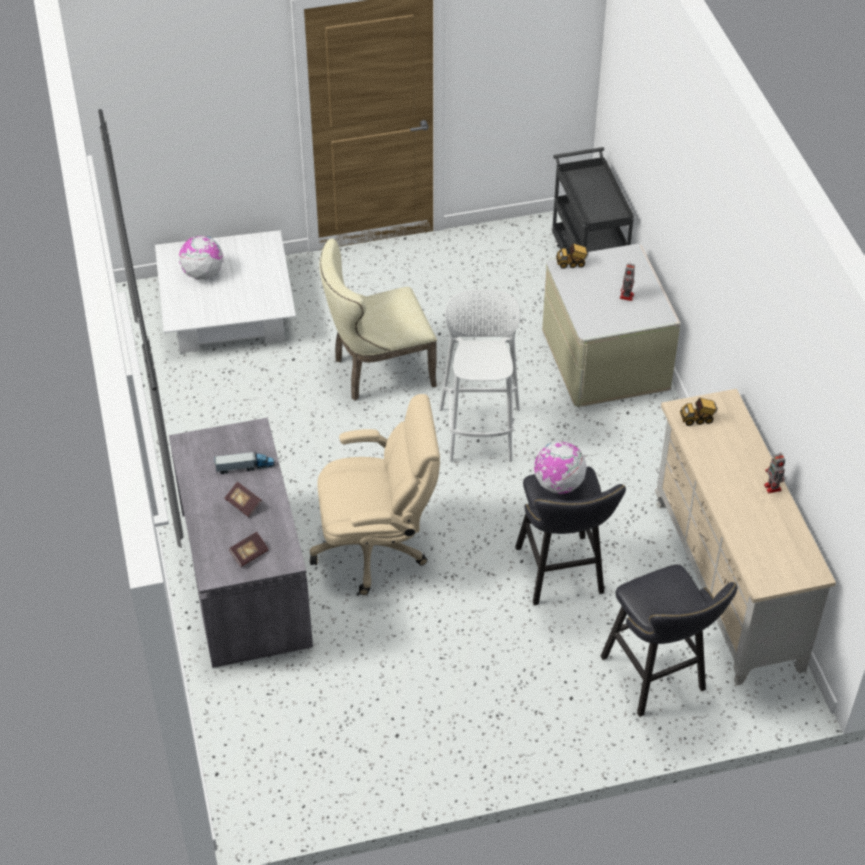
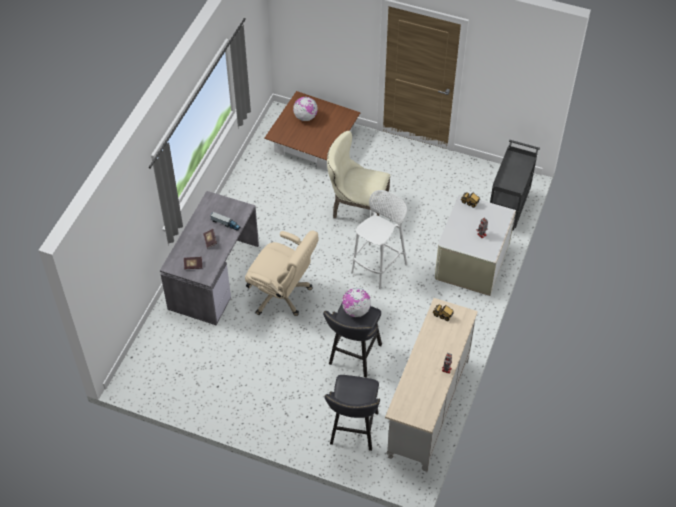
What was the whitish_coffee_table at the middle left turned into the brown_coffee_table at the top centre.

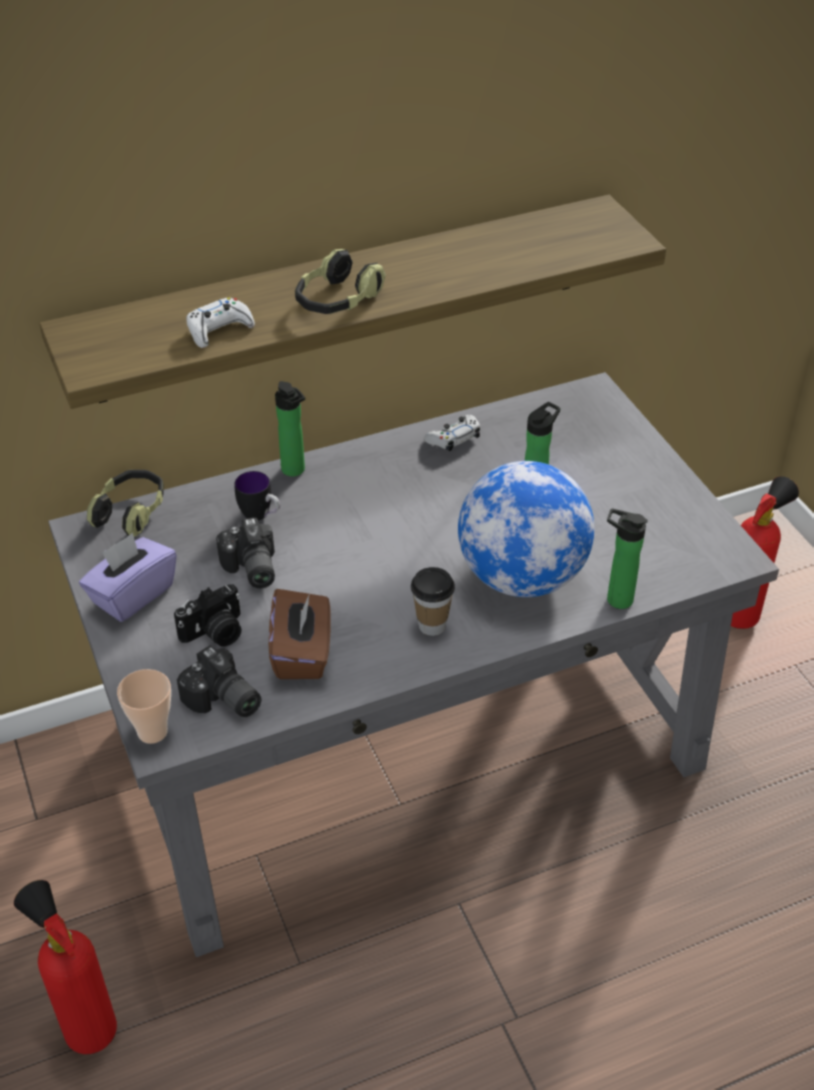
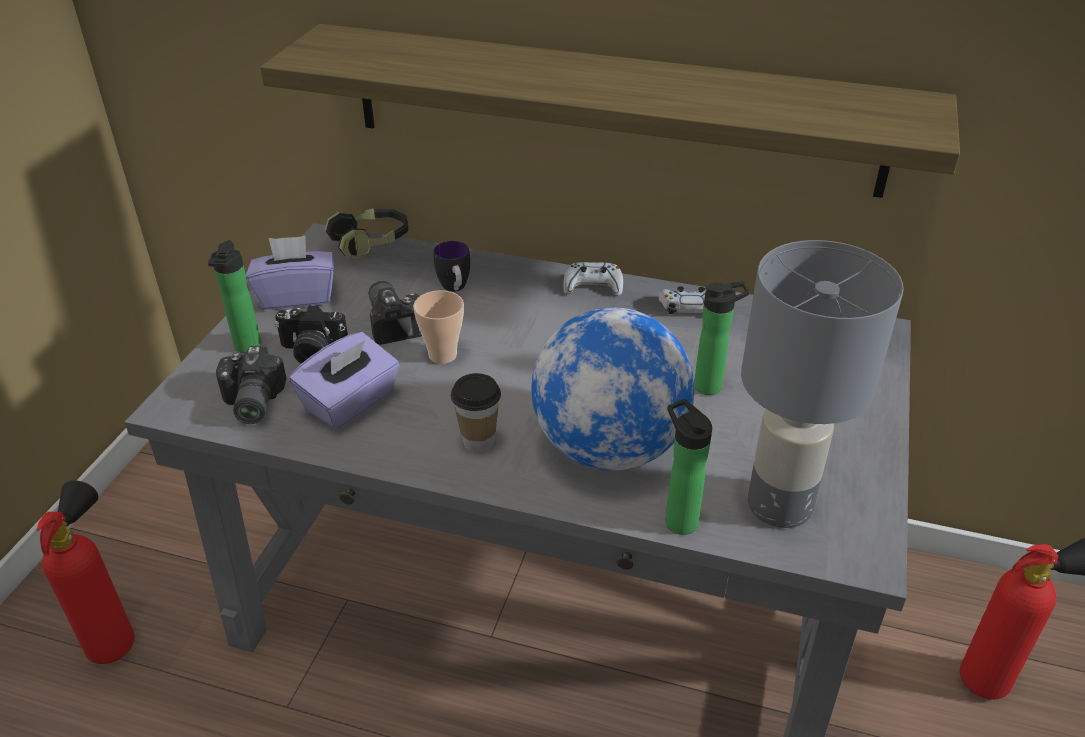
The cup (no. 1 from left) ended up elsewhere, having gone from the middle left to the centre. The whitish_gamepad (no. 1 from left) ended up elsewhere, having gone from the top left to the centre. The still_camera (no. 3 from left) at the middle left ended up facing another way, 135 degrees clockwise from before. What was the brown_tissue_box at the centre turned into the purple-coloured_tissue_box (no. 2 from left) at the middle left. The bottle (no. 1 from left) ended up elsewhere, having gone from the centre to the middle left. The second view lost the headset (no. 2 from left) at the top centre. The second view gained the grey_tabletop_lamp at the middle right.

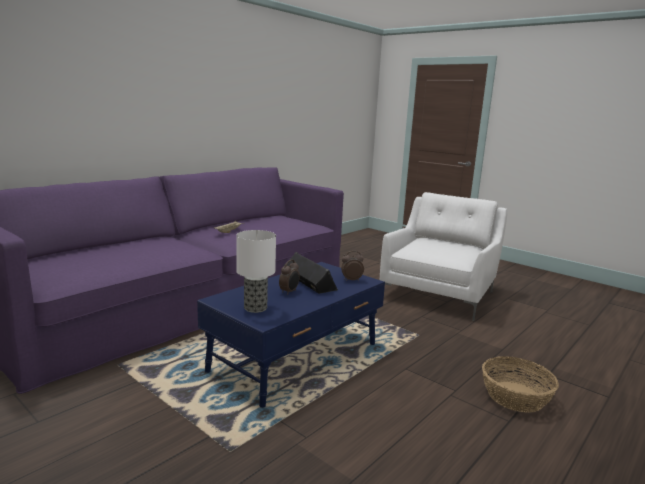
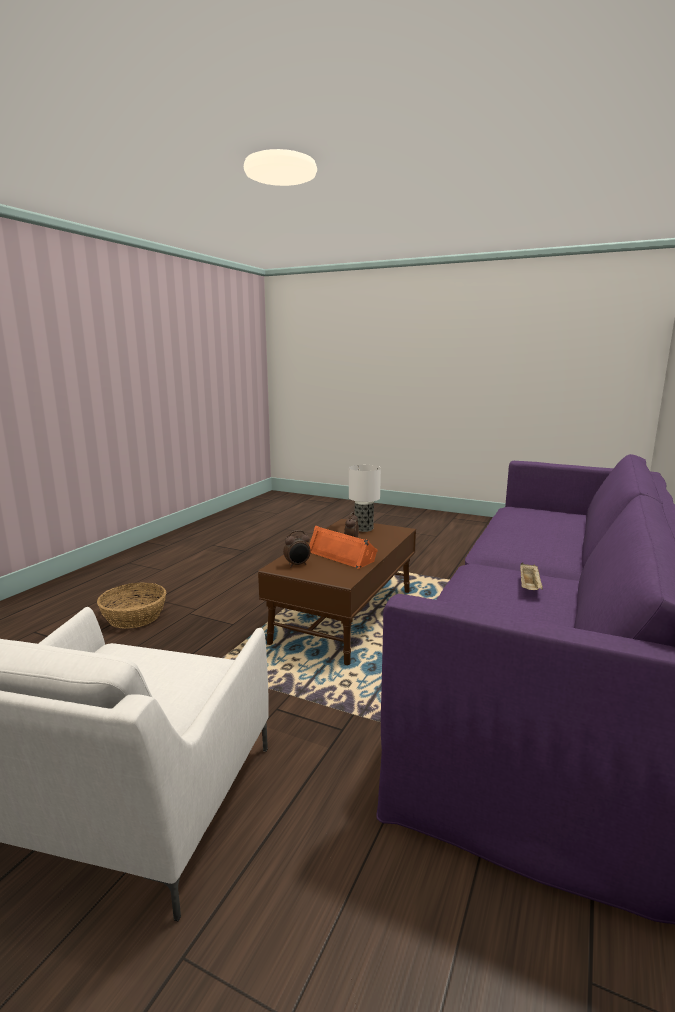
What was the blue-coloured_coffee_table at the bottom centre turned into the brown_coffee_table at the centre. What was the blackish_speaker at the centre turned into the orange_speaker at the centre.

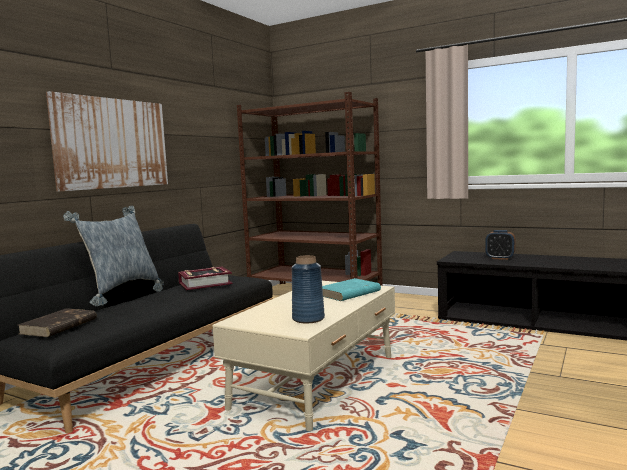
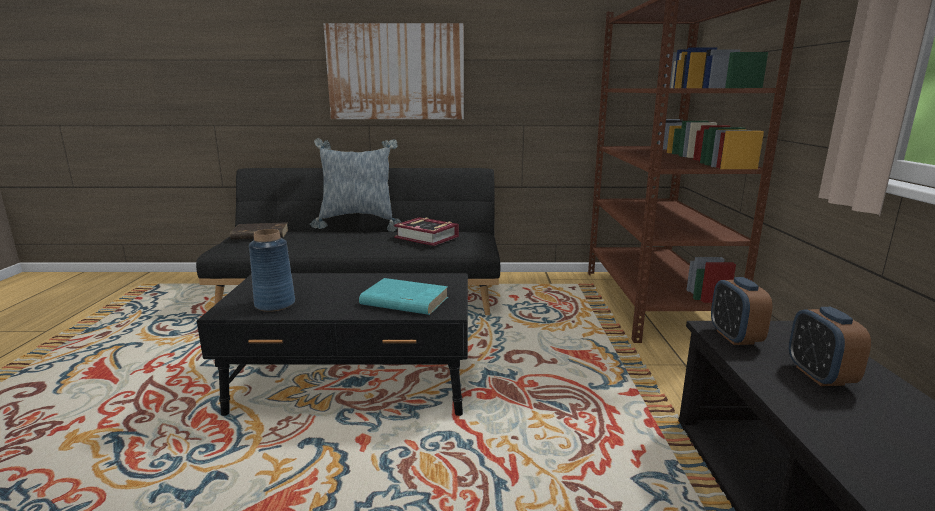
What was the sand-coloured_coffee_table at the bottom centre turned into the blackish_coffee_table at the bottom centre. The second view gained the bedside_clock (no. 1 from left) at the middle right.

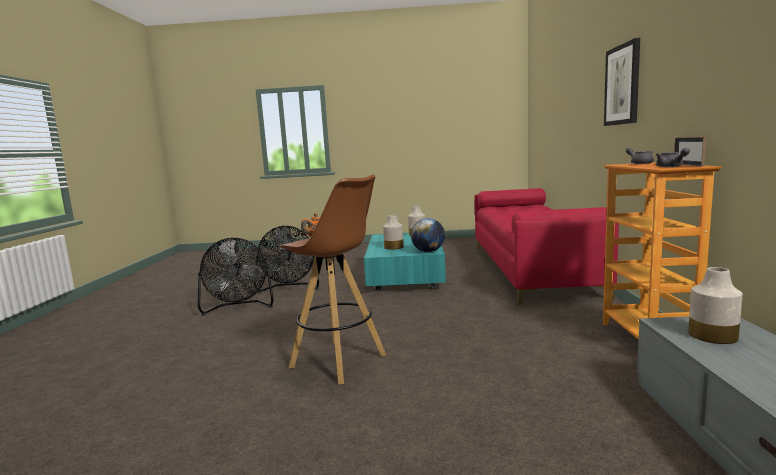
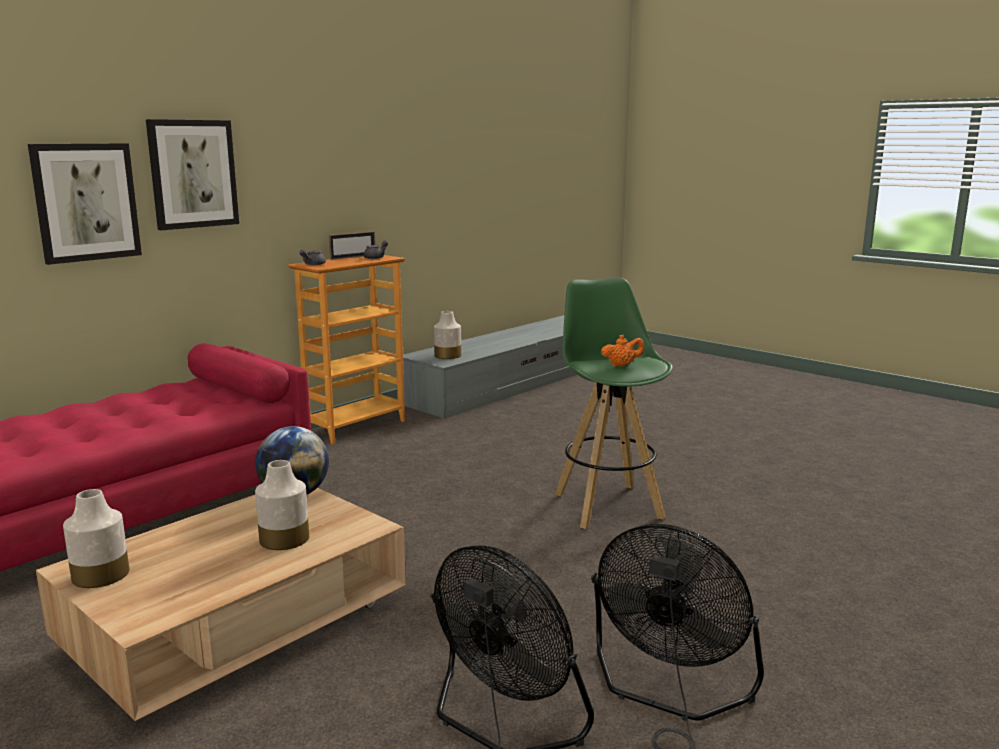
What was the brown_stool at the centre turned into the green-coloured_stool at the centre. What was the turquoise_coffee_table at the centre turned into the brown_coffee_table at the bottom left. The second view gained the wall_picture (no. 1 from left) at the top left.

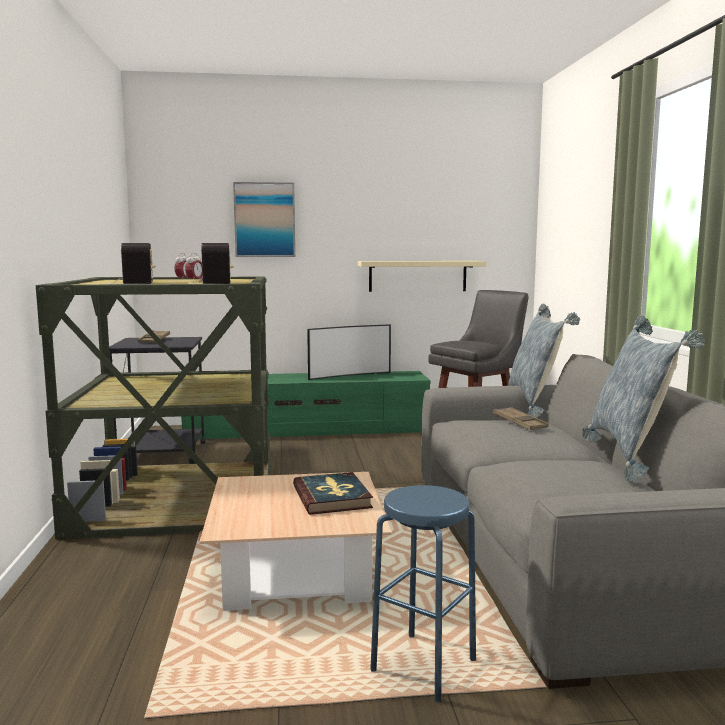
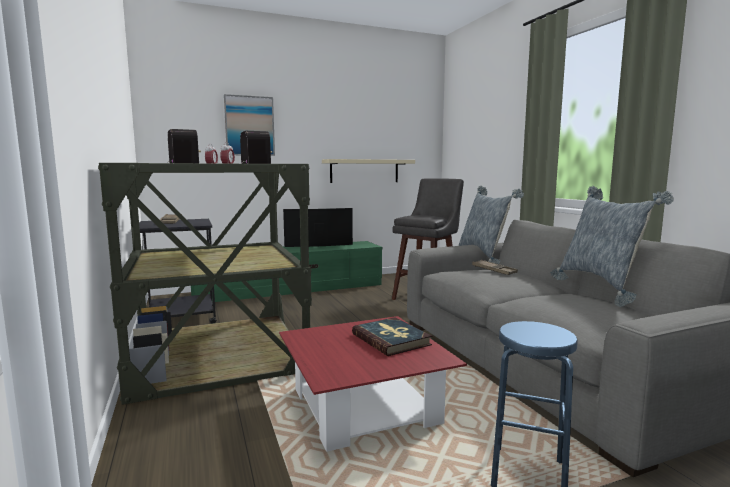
What was the sand-coloured_coffee_table at the bottom centre turned into the reddish_coffee_table at the bottom centre. The TV_set at the centre ended up facing another way, 150 degrees counterclockwise from before.

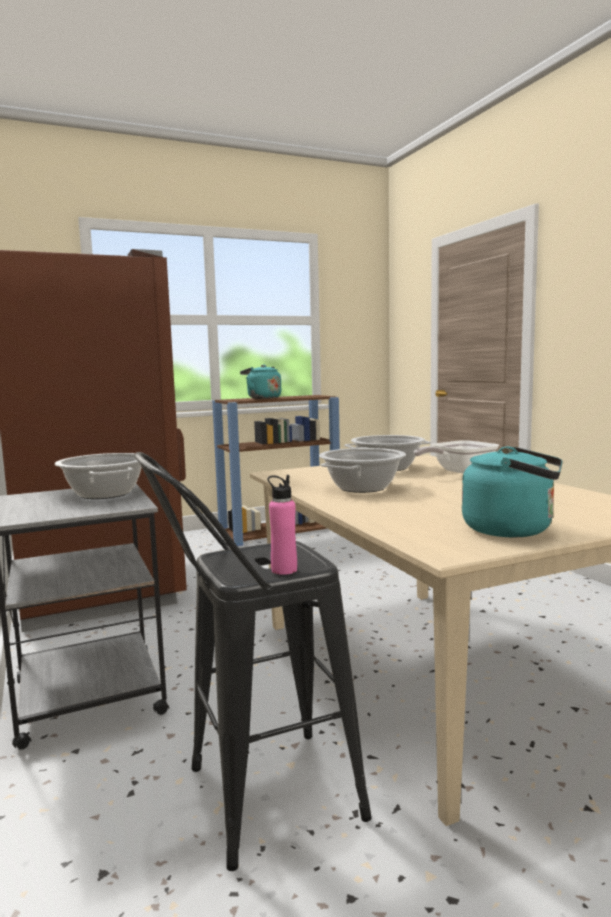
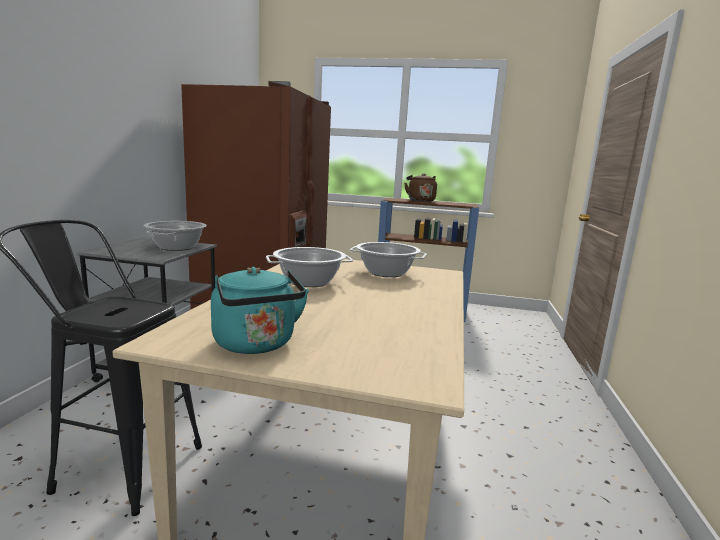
What was the turquoise_tea_kettle (no. 1 from left) at the centre turned into the brown_tea_kettle at the centre. The second view lost the pink_bottle at the centre. The second view lost the skillet at the middle right.

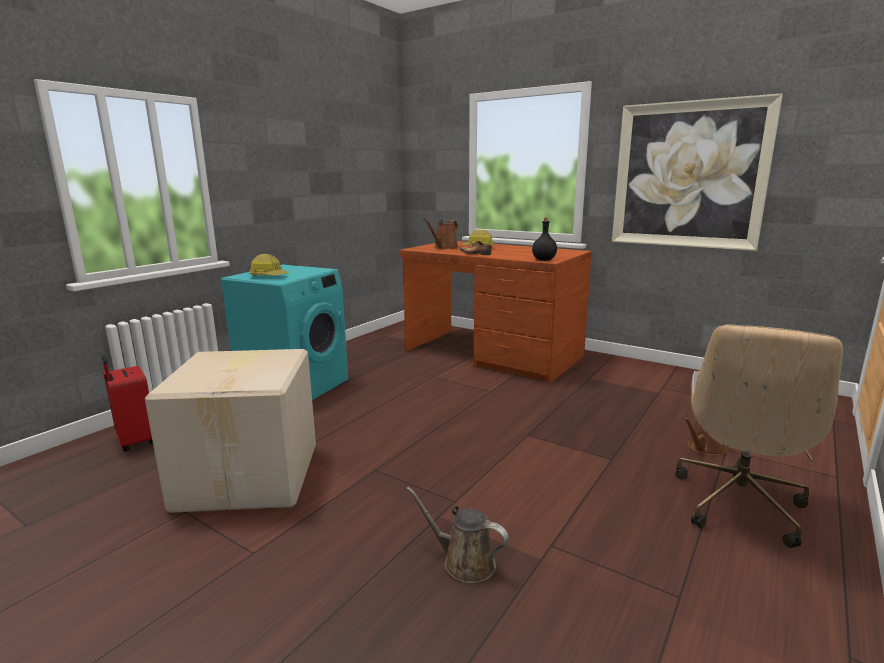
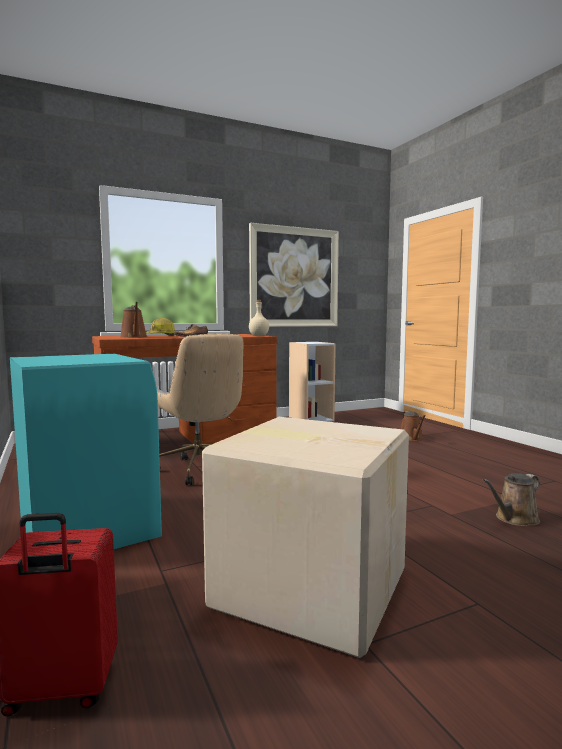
The second view lost the work_helmet (no. 1 from left) at the middle left. What was the blackish_bottle at the centre turned into the sand-coloured_bottle at the centre. The grey_desk_chair ended up elsewhere, having gone from the middle right to the centre. The second view gained the bookcase at the centre.

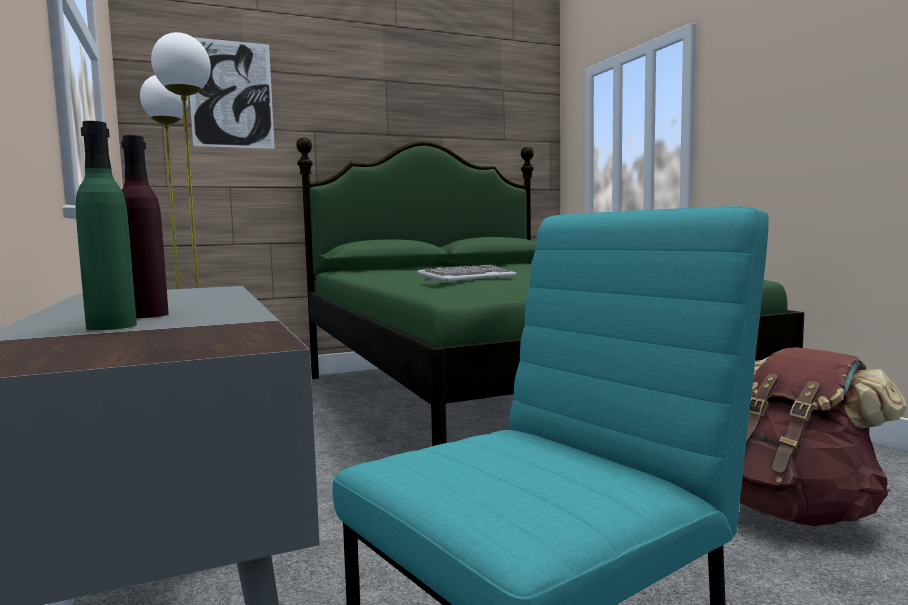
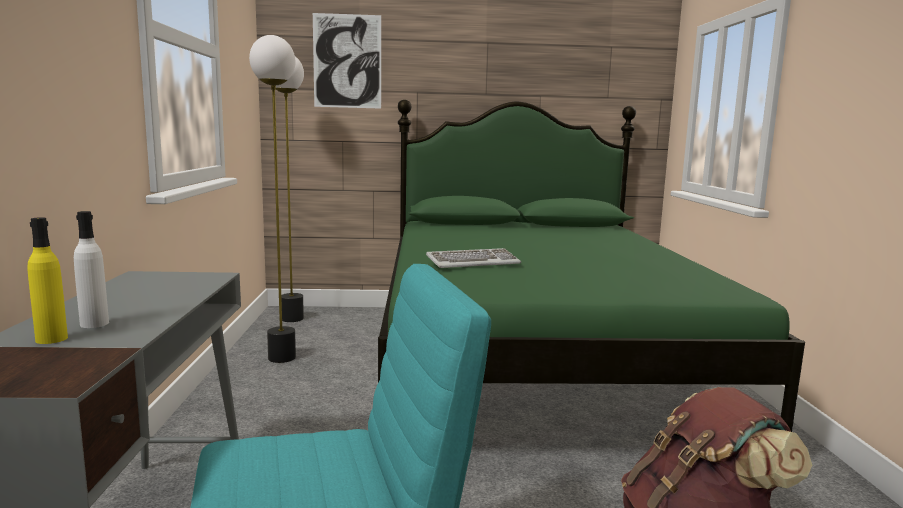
What was the green-coloured_bottle at the middle left turned into the yellow_bottle at the middle left. What was the purple-coloured_bottle at the middle left turned into the whitish_bottle at the middle left.

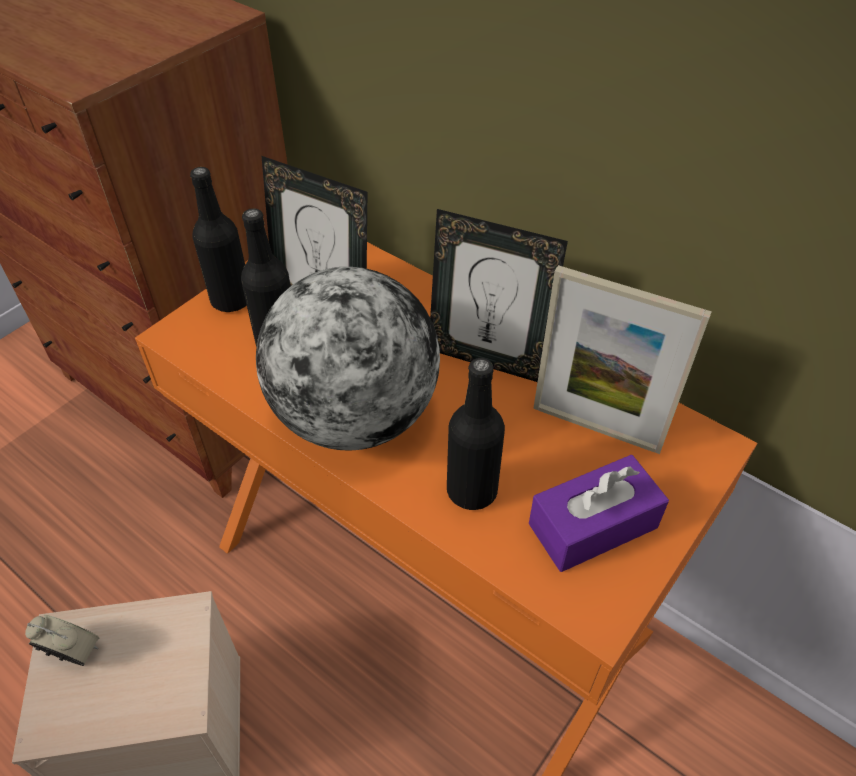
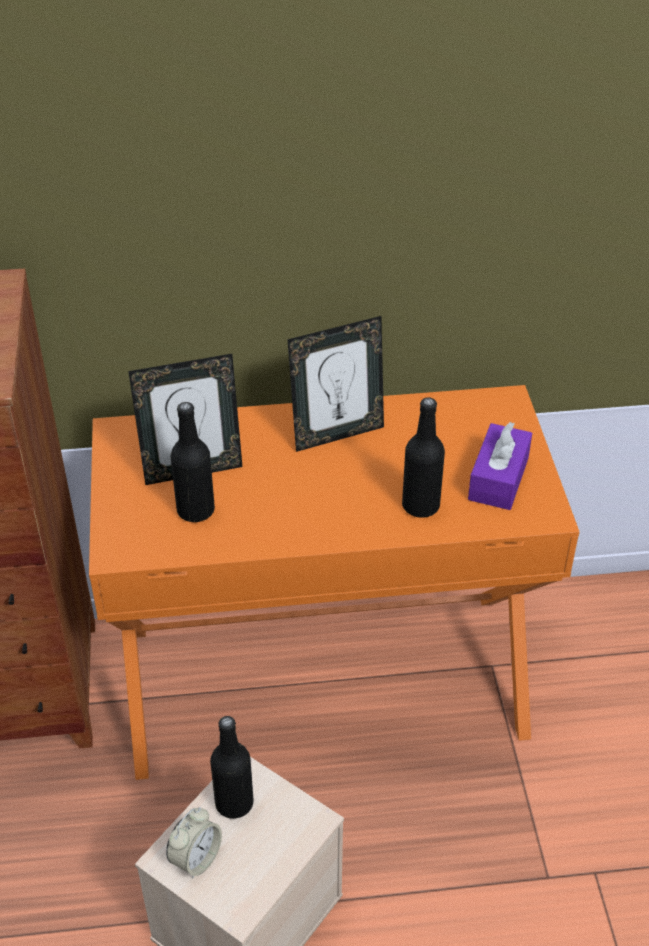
The bedside_clock at the bottom left ended up facing another way, 150 degrees clockwise from before. The blackish_bottle (no. 1 from left in the first image) ended up elsewhere, having gone from the top left to the bottom centre. The second view lost the world_globe at the centre. The second view lost the standing_frame (no. 3 from left) at the middle right.

